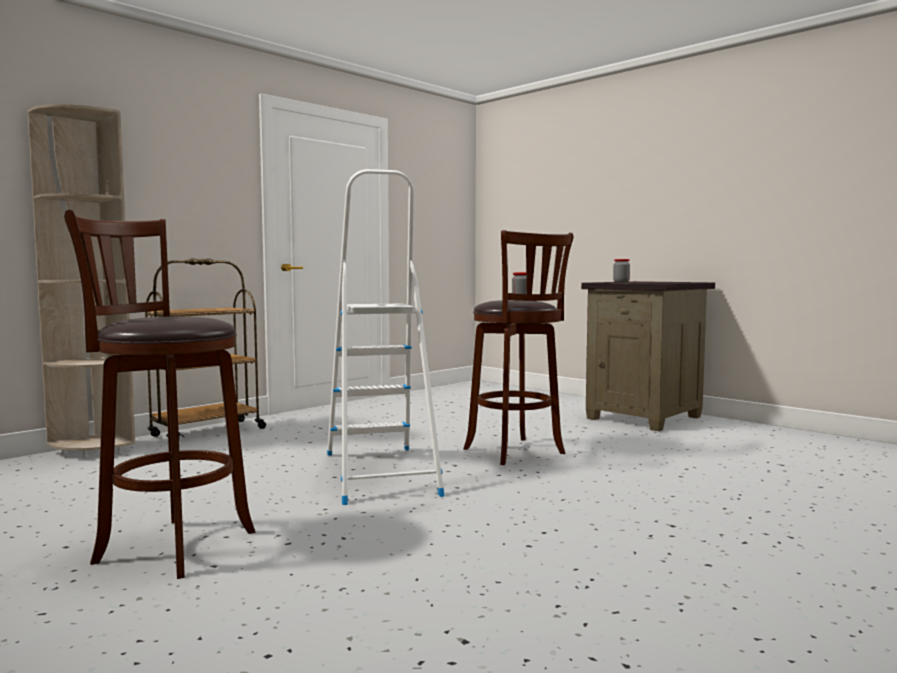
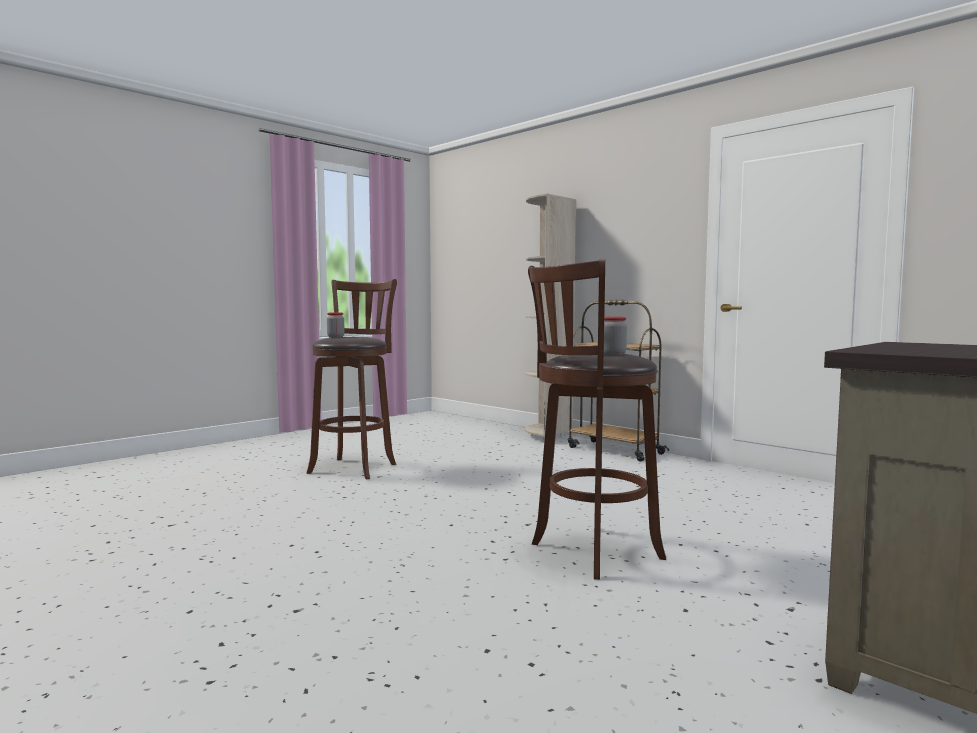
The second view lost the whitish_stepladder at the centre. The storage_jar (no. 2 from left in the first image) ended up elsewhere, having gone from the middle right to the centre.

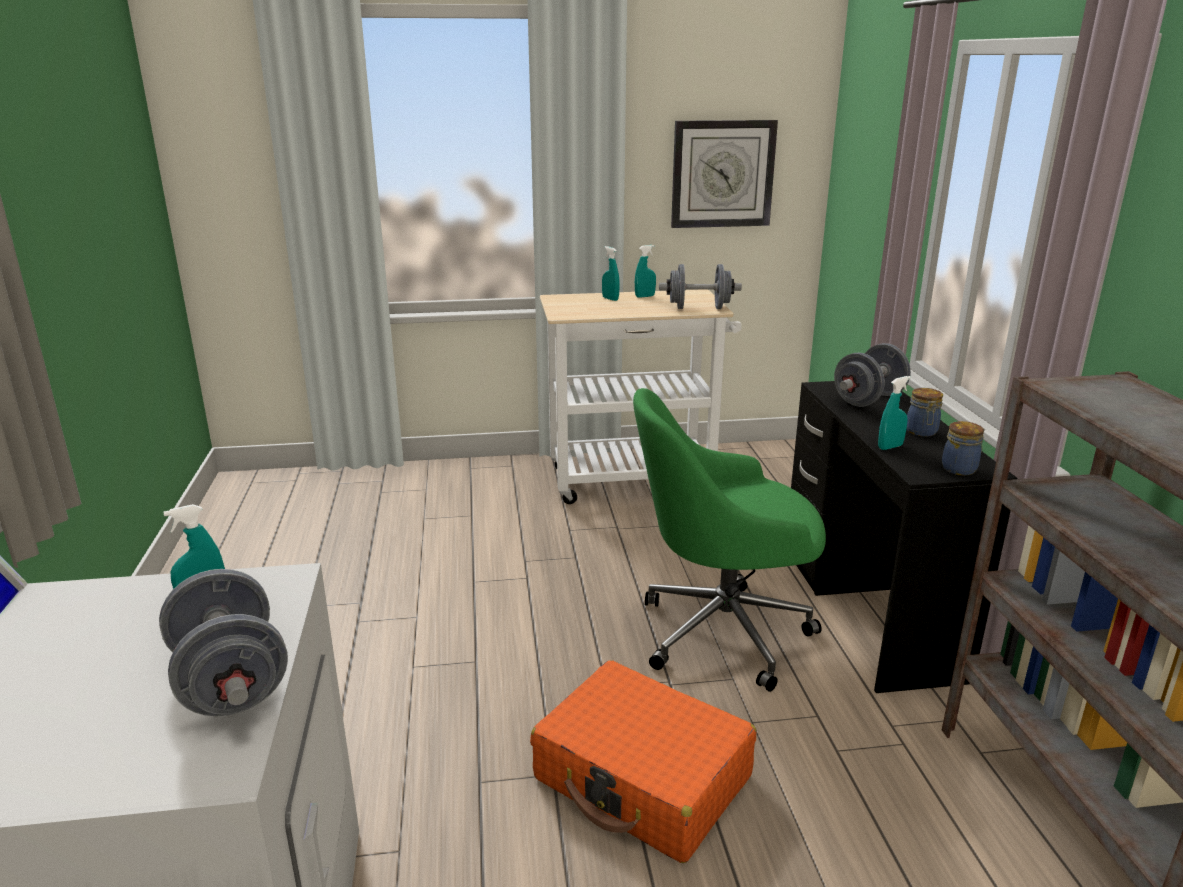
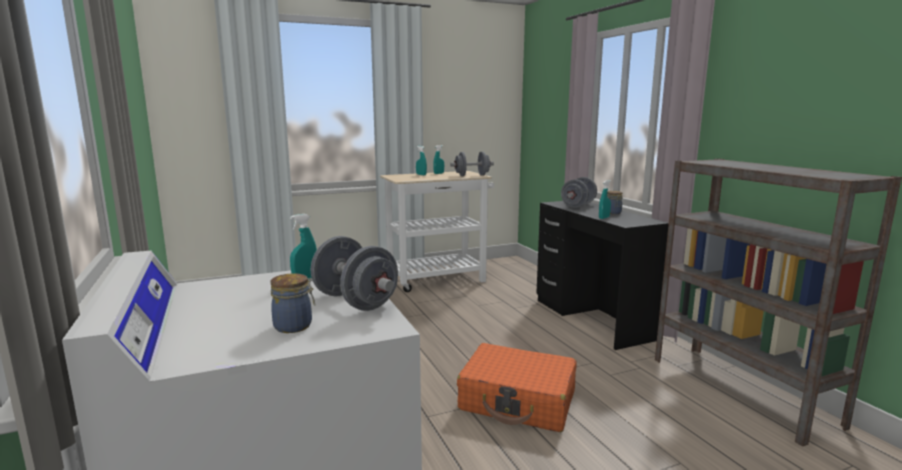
The second view lost the green-coloured_desk_chair at the centre. The second view lost the hanging_clock at the top centre. The storage_jar (no. 2 from left in the first image) ended up elsewhere, having gone from the middle right to the middle left.

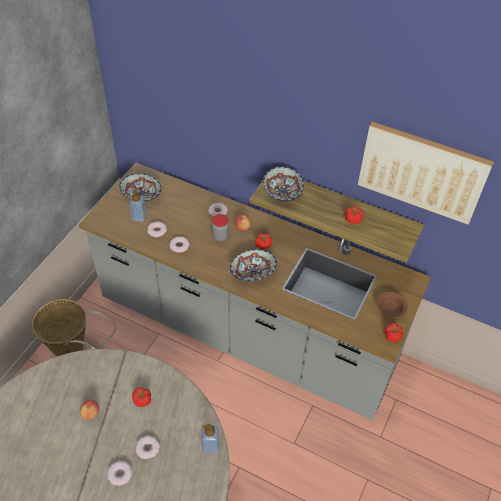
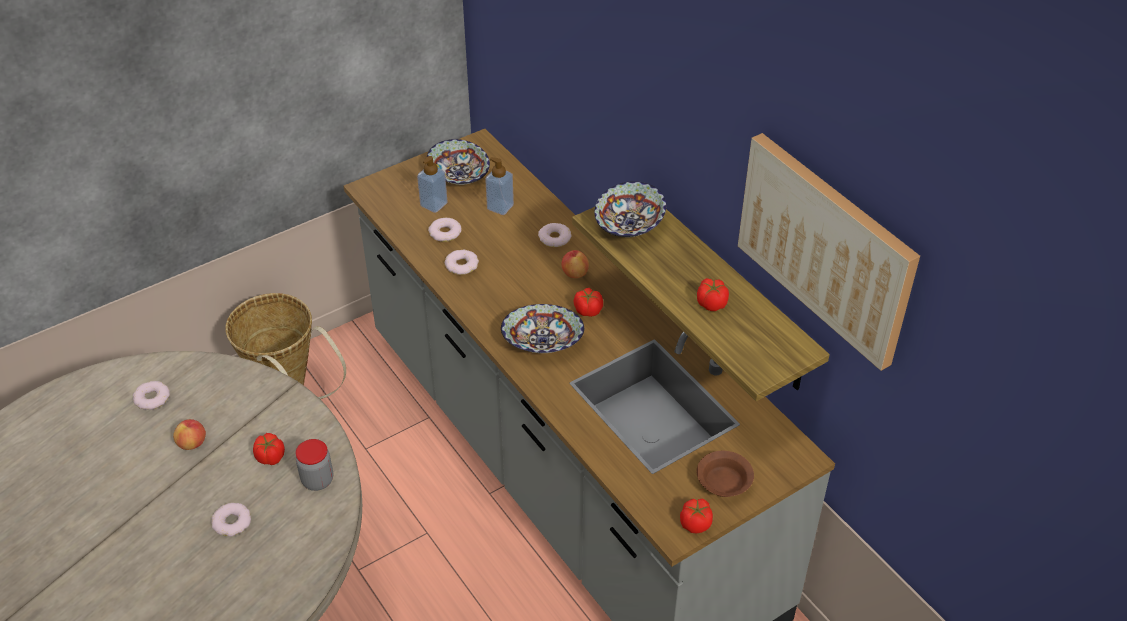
The ring_doughnut (no. 1 from left) ended up elsewhere, having gone from the bottom left to the middle left. The soap_dispenser (no. 2 from left) ended up elsewhere, having gone from the bottom centre to the top centre. The storage_jar ended up elsewhere, having gone from the centre to the bottom left.

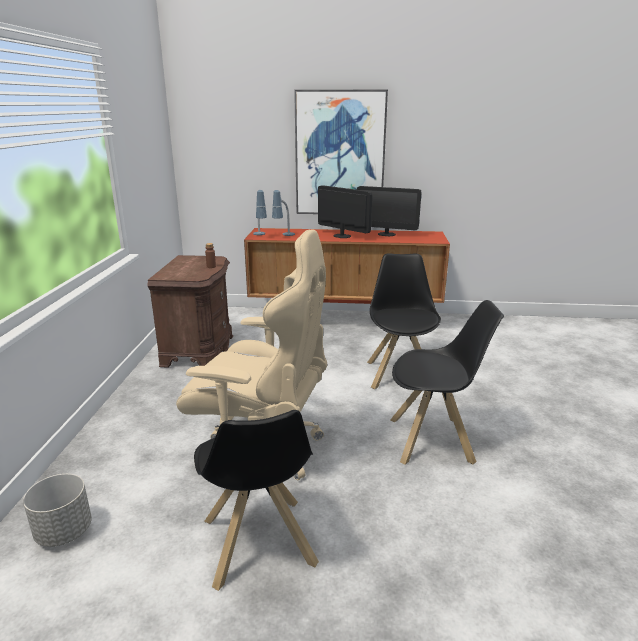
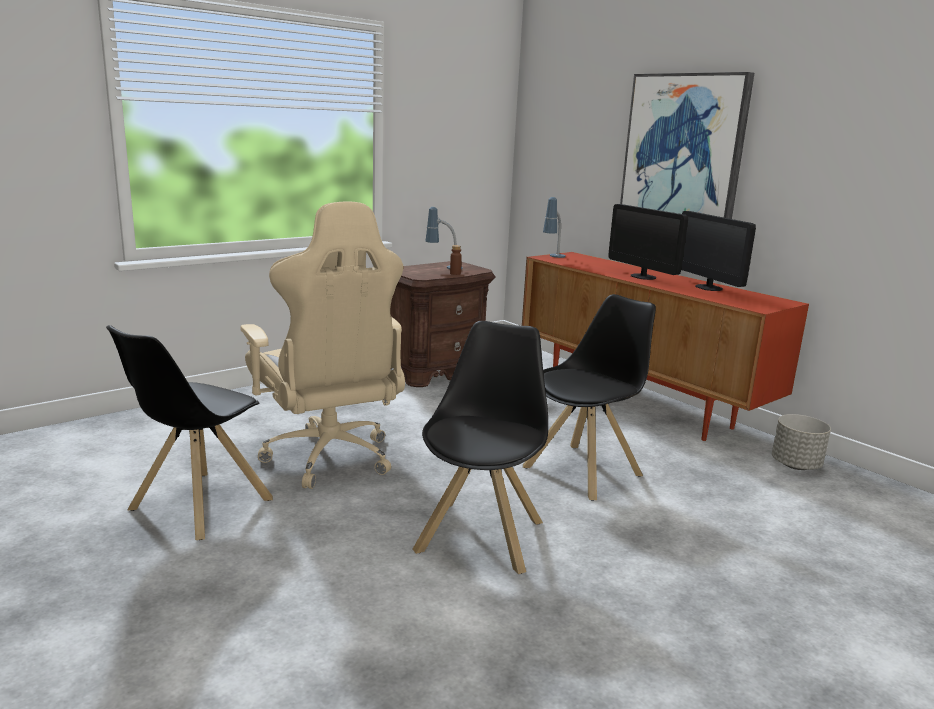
The grey_plant_pot ended up elsewhere, having gone from the bottom left to the middle right. The tabletop_lamp (no. 2 from left in the first image) ended up elsewhere, having gone from the top centre to the centre. The computer_screen (no. 1 from left) at the top centre ended up facing another way, 150 degrees clockwise from before. The blackish_plain_chair (no. 3 from left in the first image) at the middle right ended up facing another way, 120 degrees counterclockwise from before.

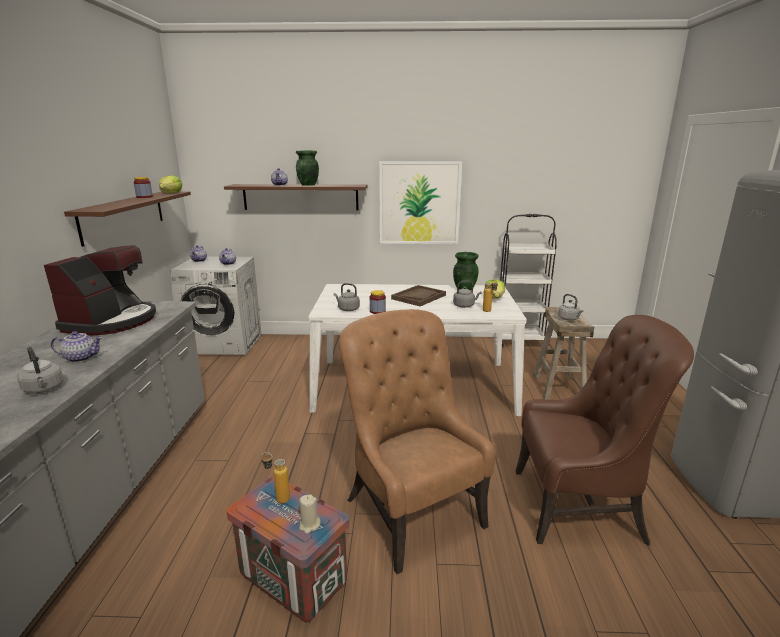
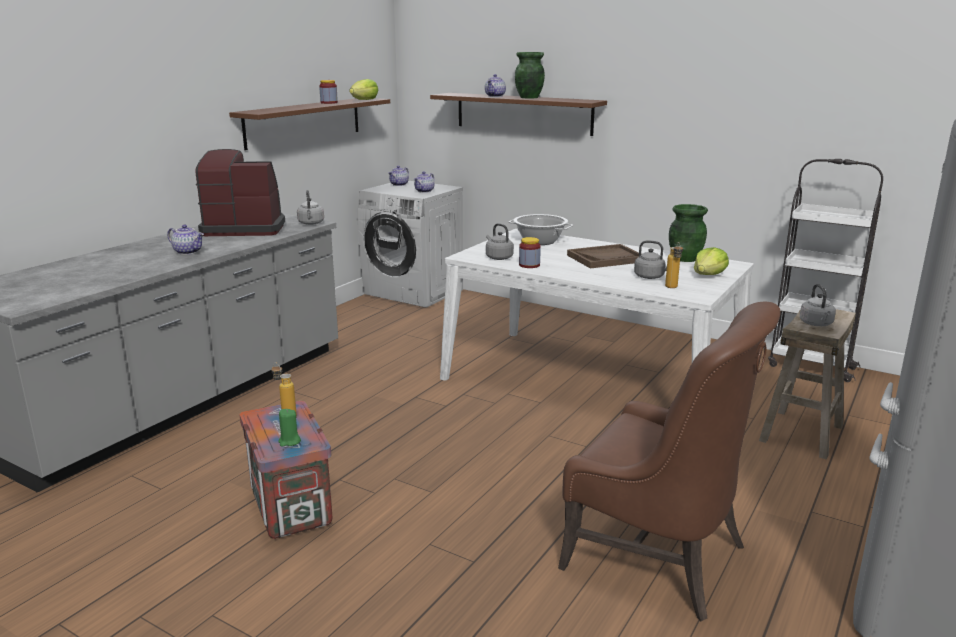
The grey_tea_kettle (no. 1 from left) ended up elsewhere, having gone from the middle left to the top left. The coffee_brewer at the middle left ended up facing another way, 135 degrees counterclockwise from before. What was the sand-coloured_candle at the bottom centre turned into the green-coloured_candle at the bottom left. The second view lost the brown_plain_chair (no. 1 from left) at the bottom centre. The second view lost the wall_picture at the top centre. The second view gained the cooking_pot at the centre.

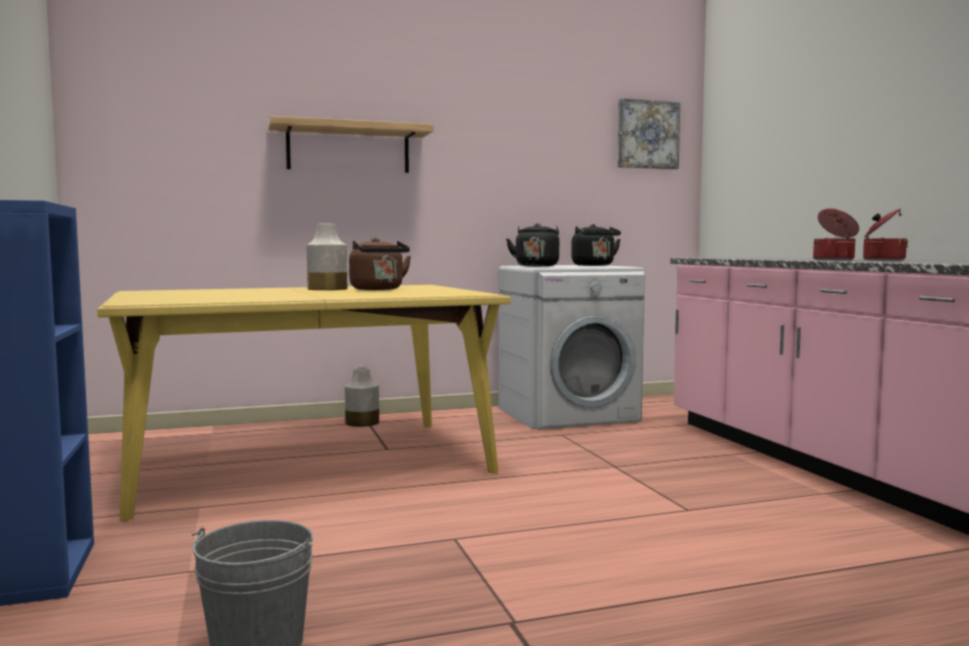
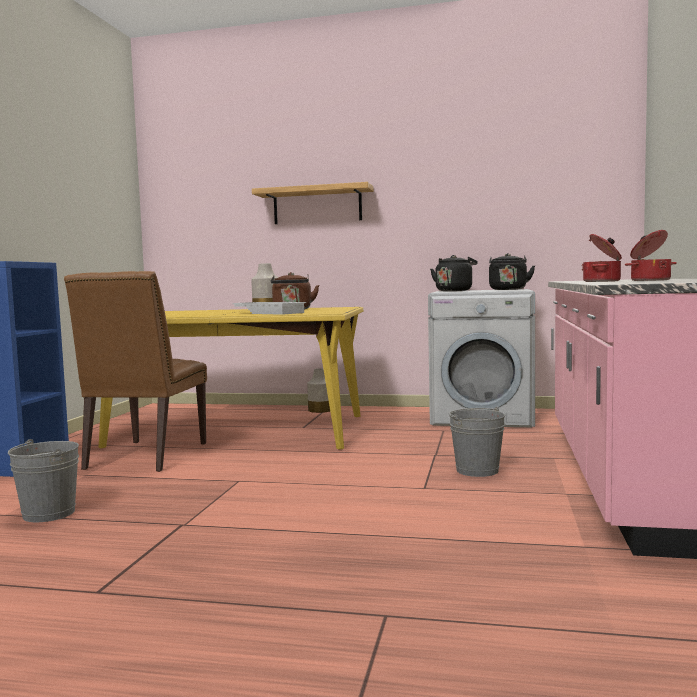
The second view lost the wall_picture at the top right. The second view gained the brown_plain_chair at the middle left. The second view gained the whitish_tray at the centre. The second view gained the grey_water_bucket (no. 2 from left) at the middle right.

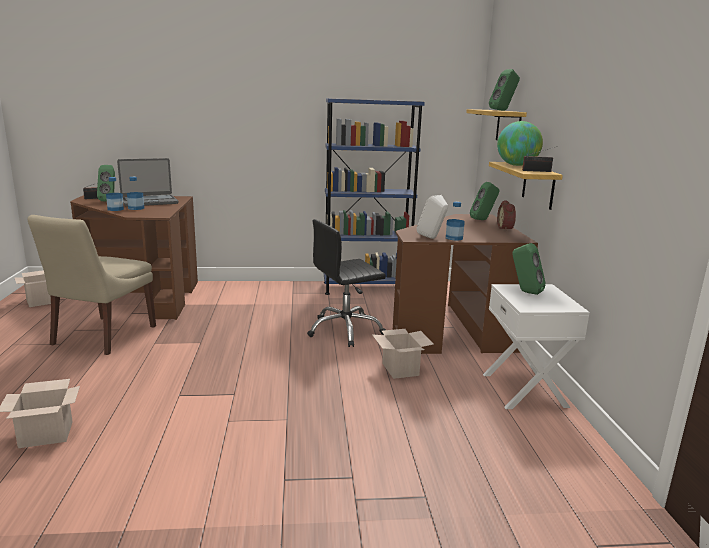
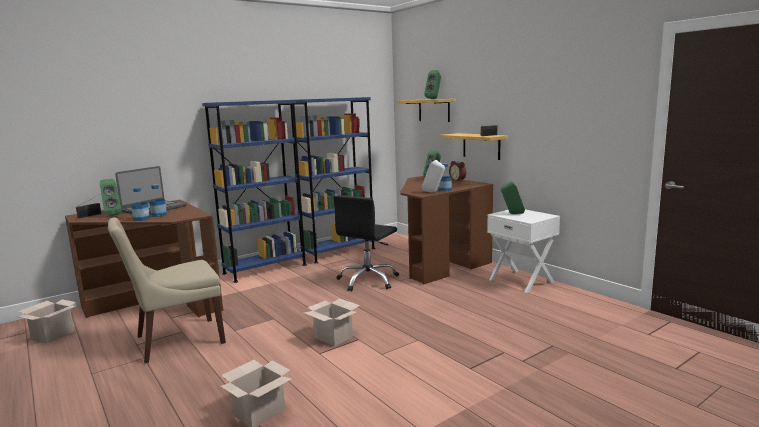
The sand-coloured_plain_chair at the middle left ended up facing another way, 75 degrees clockwise from before. The carton (no. 3 from left) ended up elsewhere, having gone from the centre to the bottom centre. The second view lost the world_globe at the top right. The second view gained the blue-coloured_bookcase (no. 1 from left) at the centre.

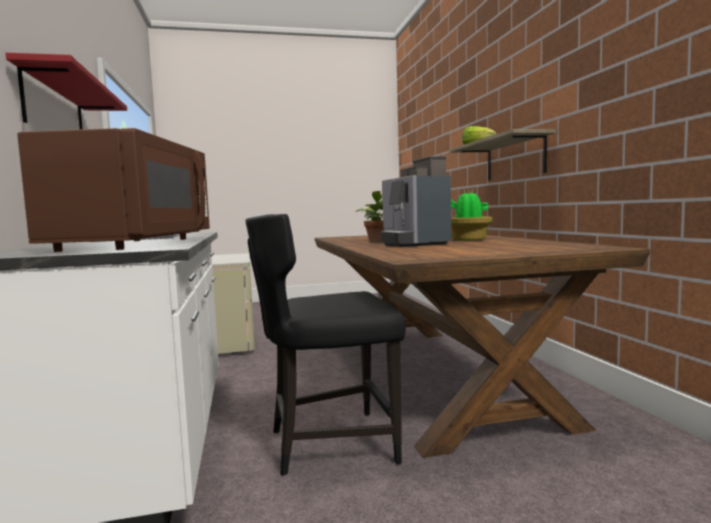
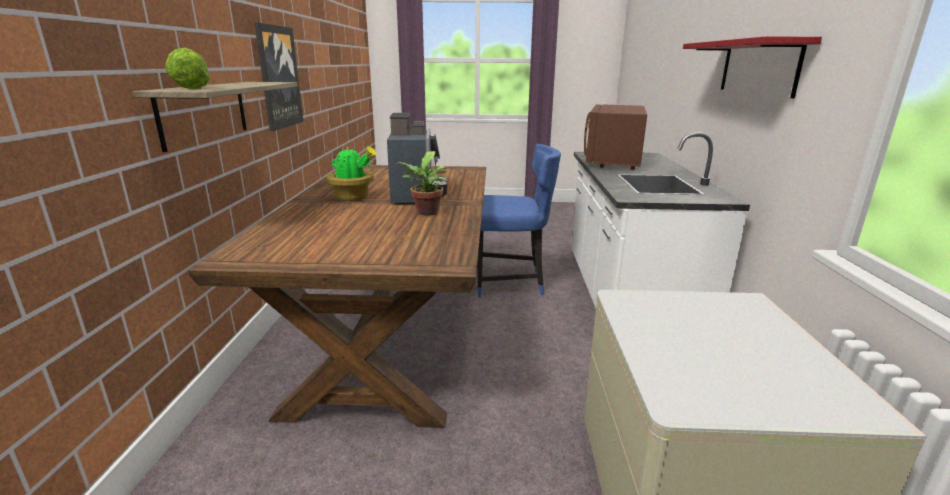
What was the blackish_plain_chair at the centre turned into the blue-coloured_plain_chair at the centre. The second view gained the wall_picture at the top left.

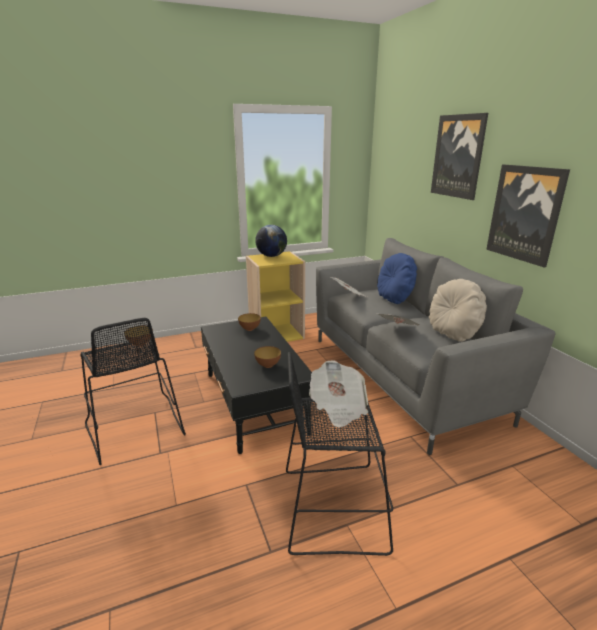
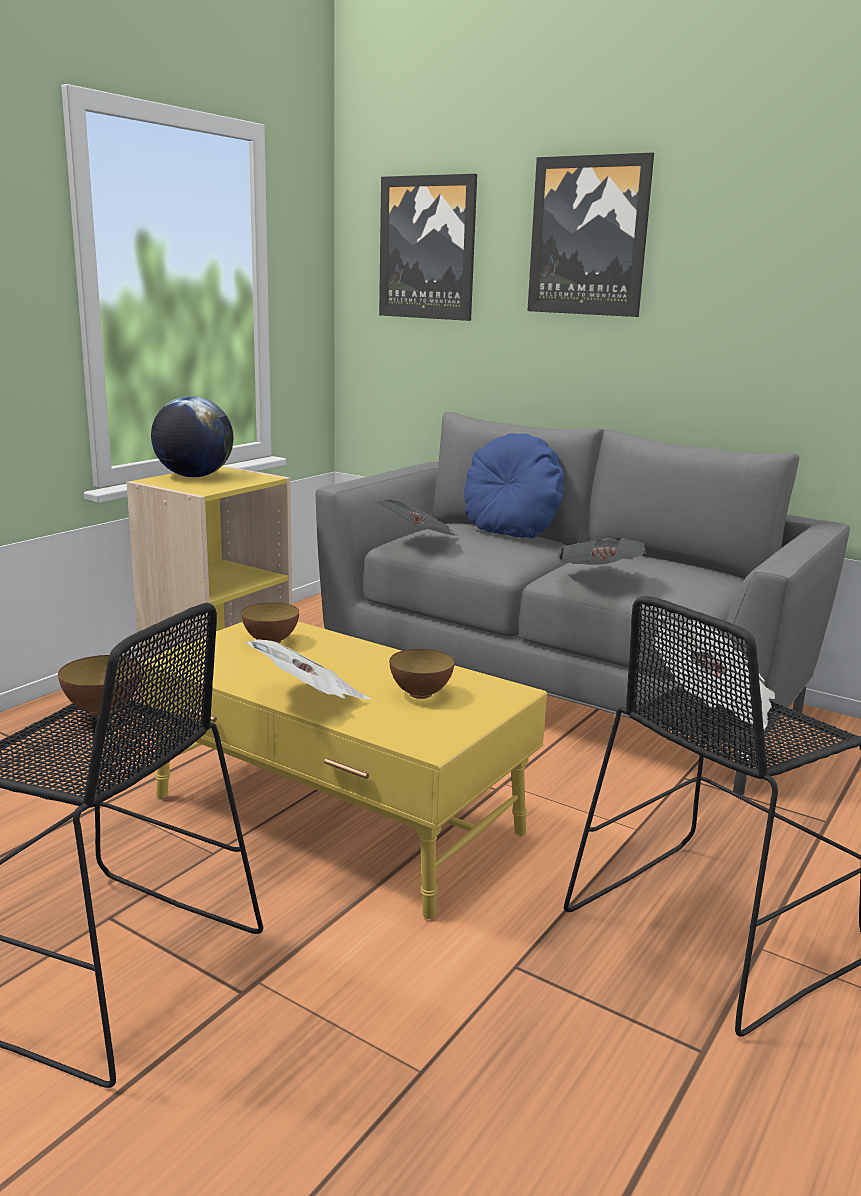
What was the blackish_coffee_table at the centre turned into the yellow_coffee_table at the centre. The second view lost the sand-coloured_throw_pillow at the middle right. The wall_picture (no. 2 from left in the first image) ended up elsewhere, having gone from the middle right to the top centre. The second view gained the newspaper (no. 1 from left) at the centre.

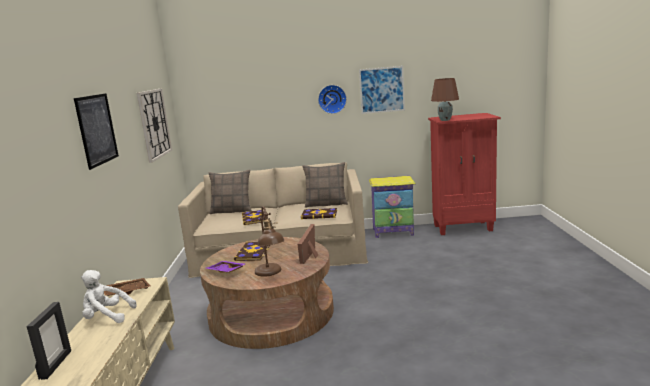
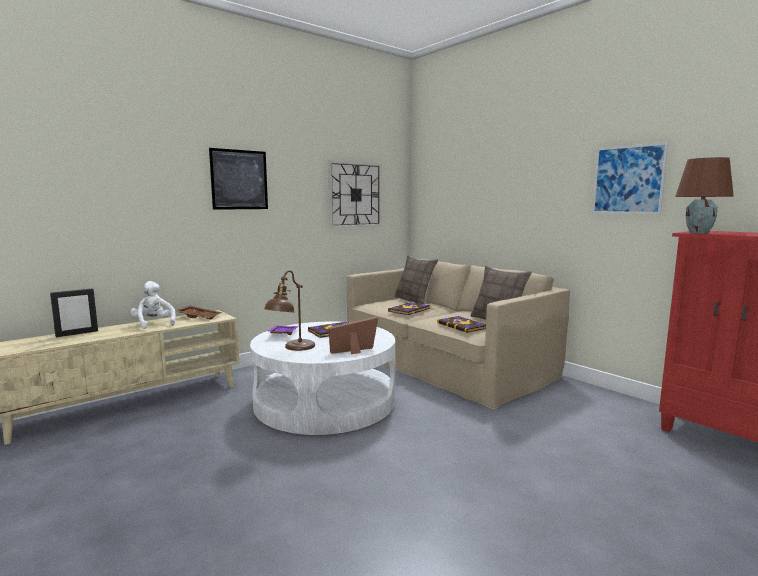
What was the brown_coffee_table at the bottom centre turned into the whitish_coffee_table at the centre. The second view lost the hanging_clock (no. 2 from left) at the top centre. The second view lost the night_table at the centre.

